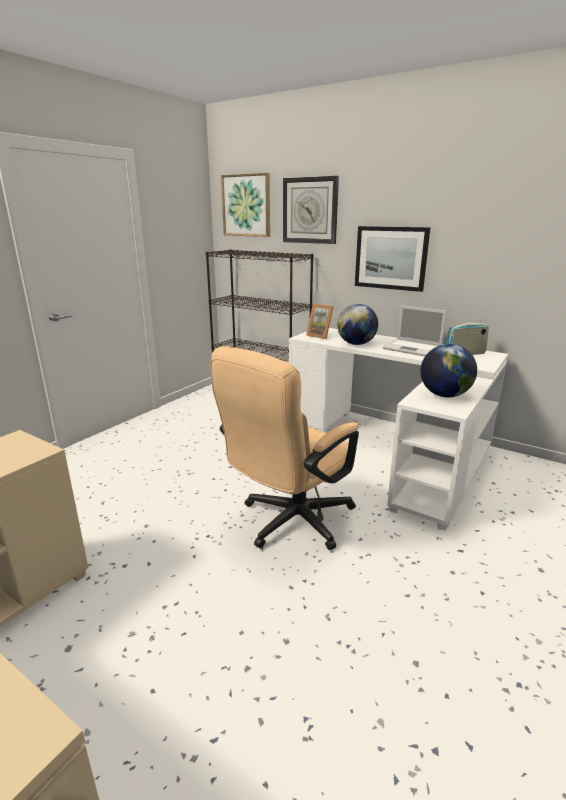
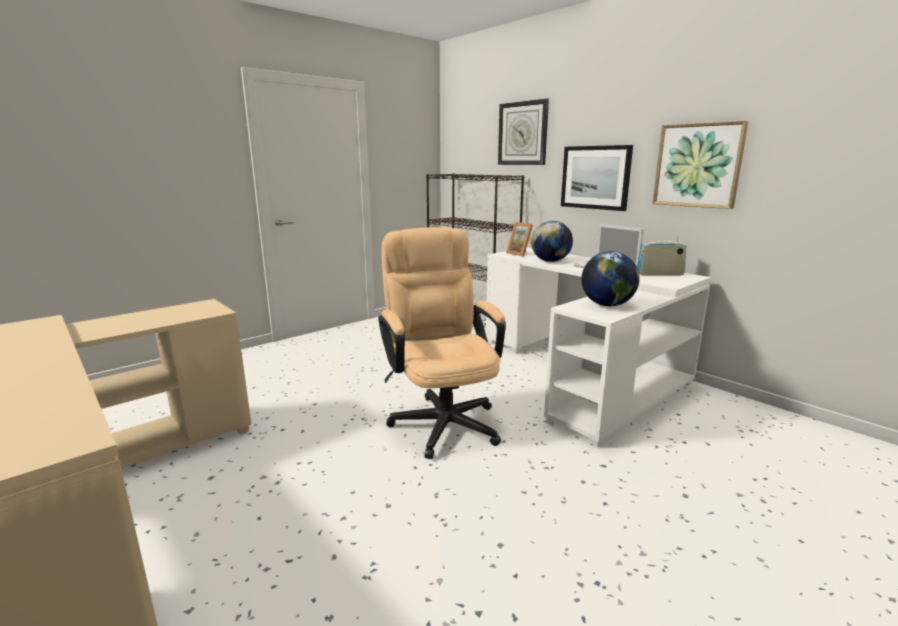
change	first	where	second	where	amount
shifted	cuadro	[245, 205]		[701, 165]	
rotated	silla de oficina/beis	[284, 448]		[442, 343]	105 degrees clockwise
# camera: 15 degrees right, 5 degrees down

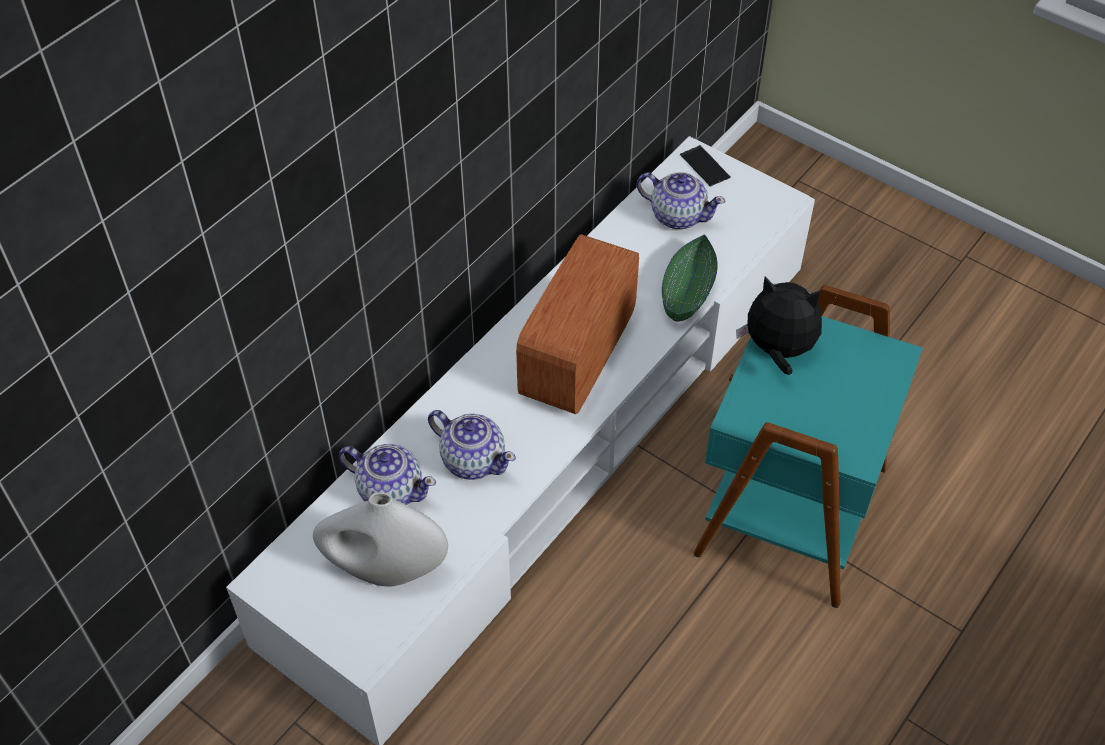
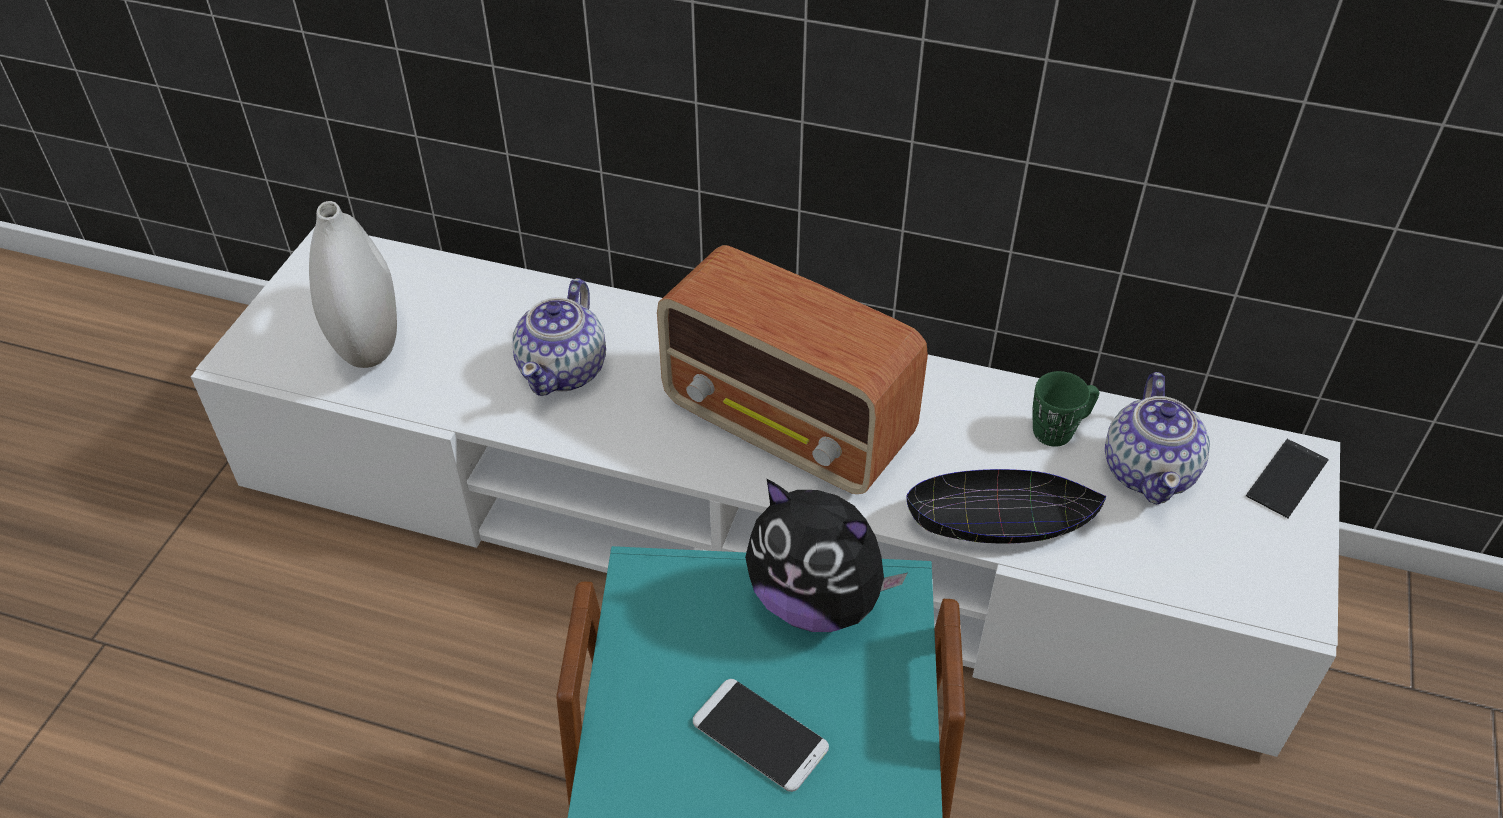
change	first	where	second	where	amount
rotated	radio	[577, 324]		[792, 369]	150 degrees counterclockwise
repainted	cuenco/verde	[690, 278]	cuenco/negro	[1006, 506]	
rotated	peluche	[779, 325]		[826, 555]	120 degrees clockwise
gone	tetera	[387, 474]			
new			taza grande/verde	[1066, 409]	
new			móvil	[761, 735]	
# camera: 70 degrees right, 5 degrees down

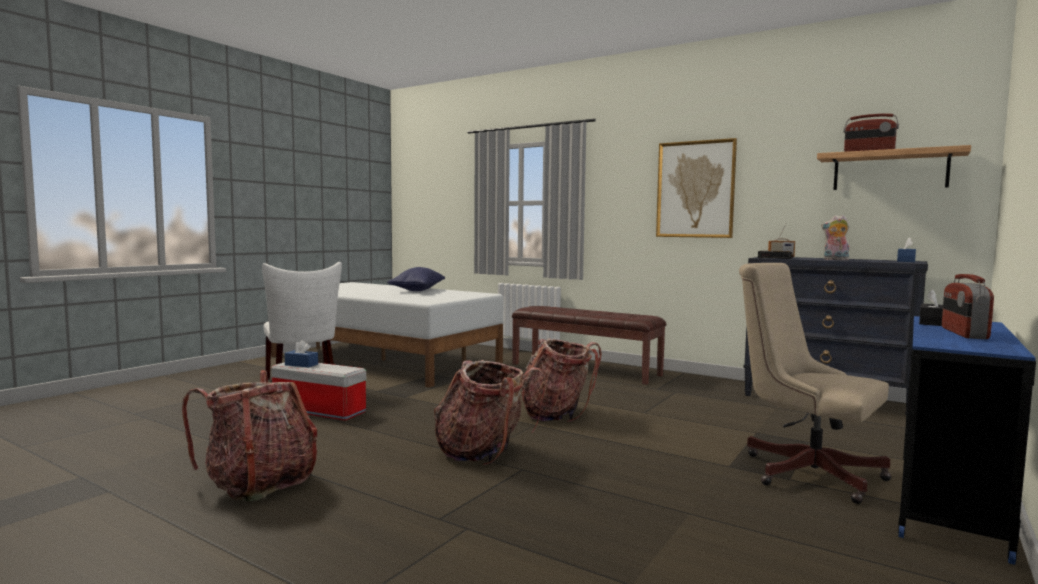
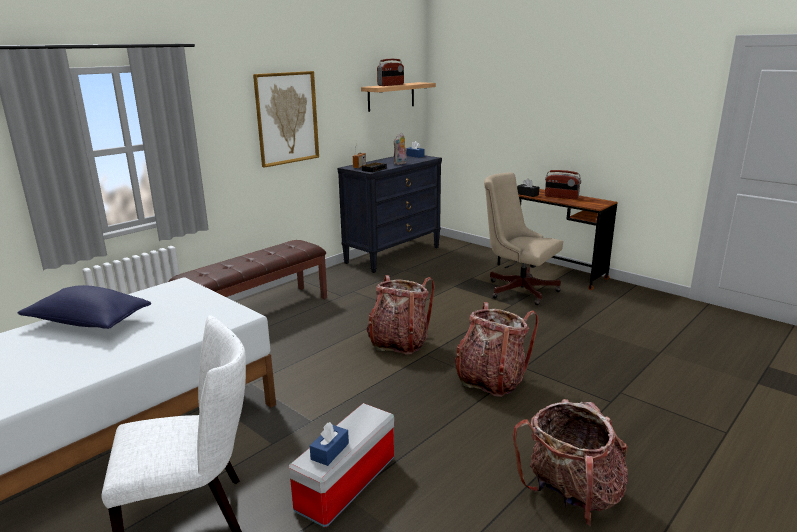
change	first	where	second	where	amount
rotated	silla de oficina/beis	[815, 383]		[523, 238]	75 degrees clockwise
repainted	escritorio/azul	[967, 440]	escritorio/marrón	[558, 239]	
# camera: 80 degrees left, 15 degrees up

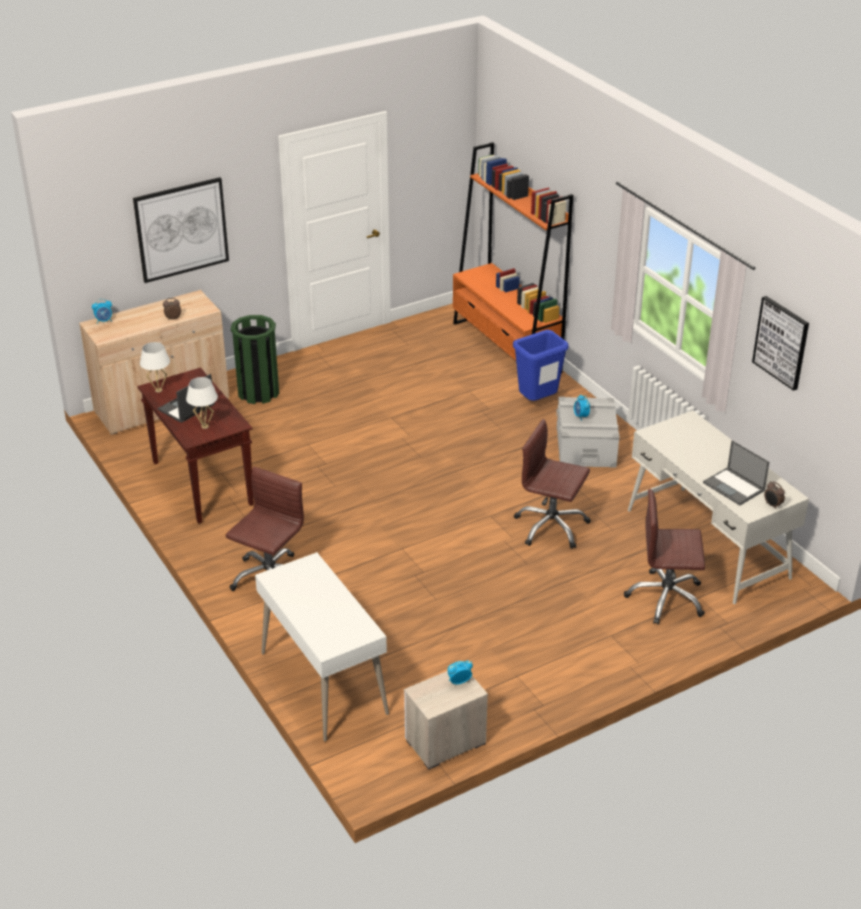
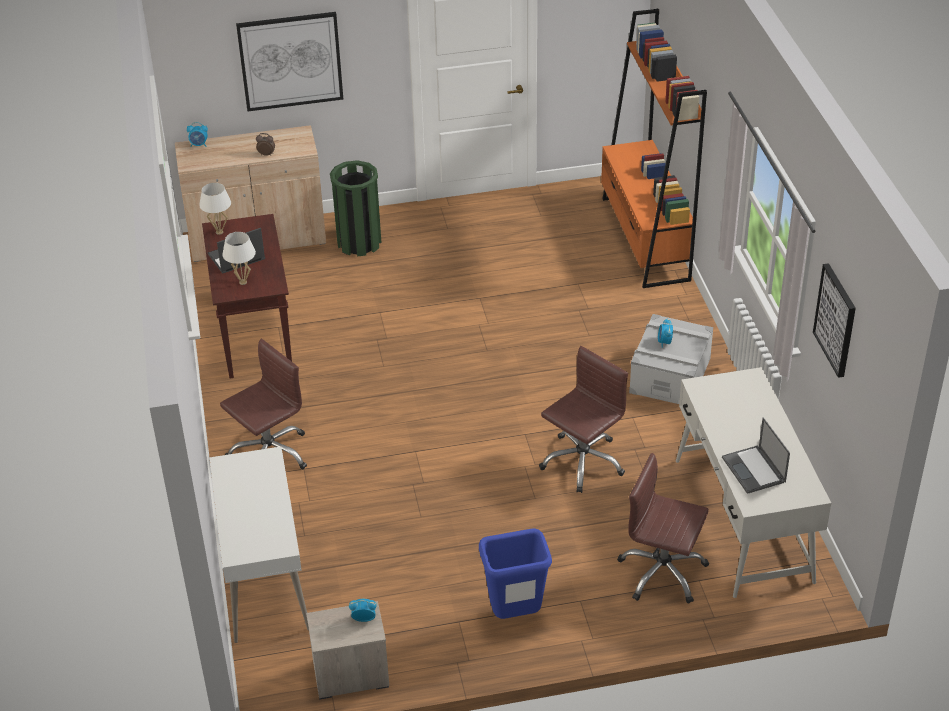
change	first	where	second	where	amount
shifted	papelera/azul	[541, 365]		[515, 573]	
rotated	silla de oficina/marrón	[552, 484]		[583, 419]	90 degrees clockwise
gone	despertador	[774, 495]			
# camera: 20 degrees right, 5 degrees up

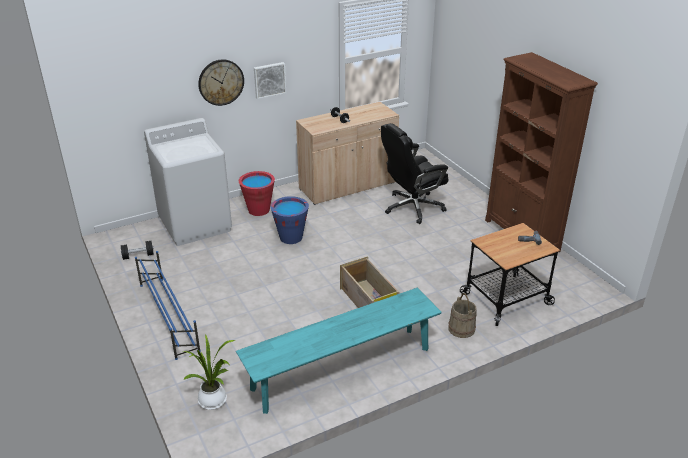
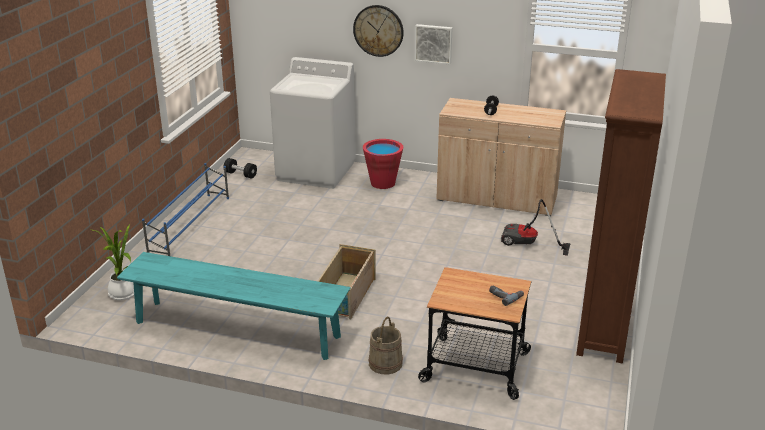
change	first	where	second	where	amount
swapped	silla de oficina/negro	[414, 173]	aspiradora	[535, 227]	
gone	cubo/azul	[290, 220]			
# camera: 45 degrees right, 5 degrees down

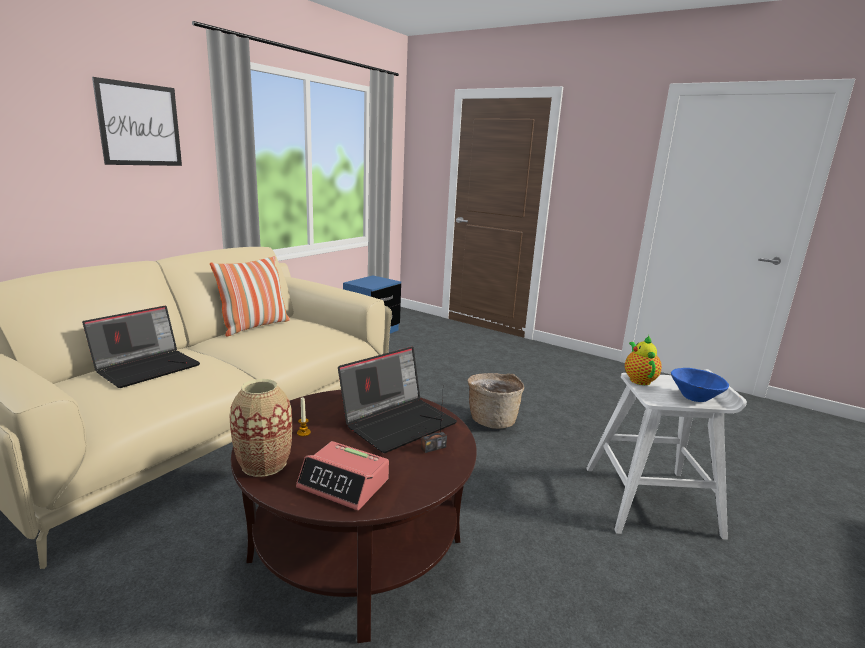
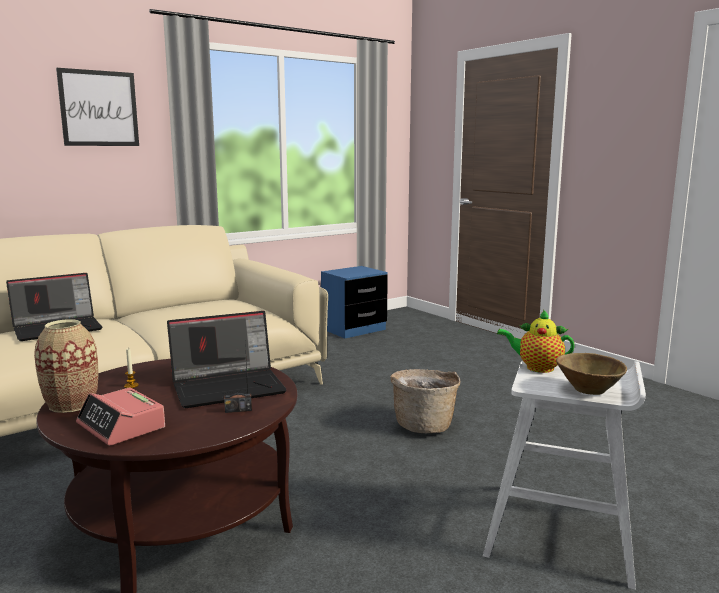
change	first	where	second	where	amount
gone	cojín	[250, 296]			
rotated	tetera	[643, 360]		[536, 341]	90 degrees counterclockwise
repainted	cuenco/azul	[700, 385]	cuenco/marrón	[591, 374]	
# camera: 20 degrees right, 5 degrees down

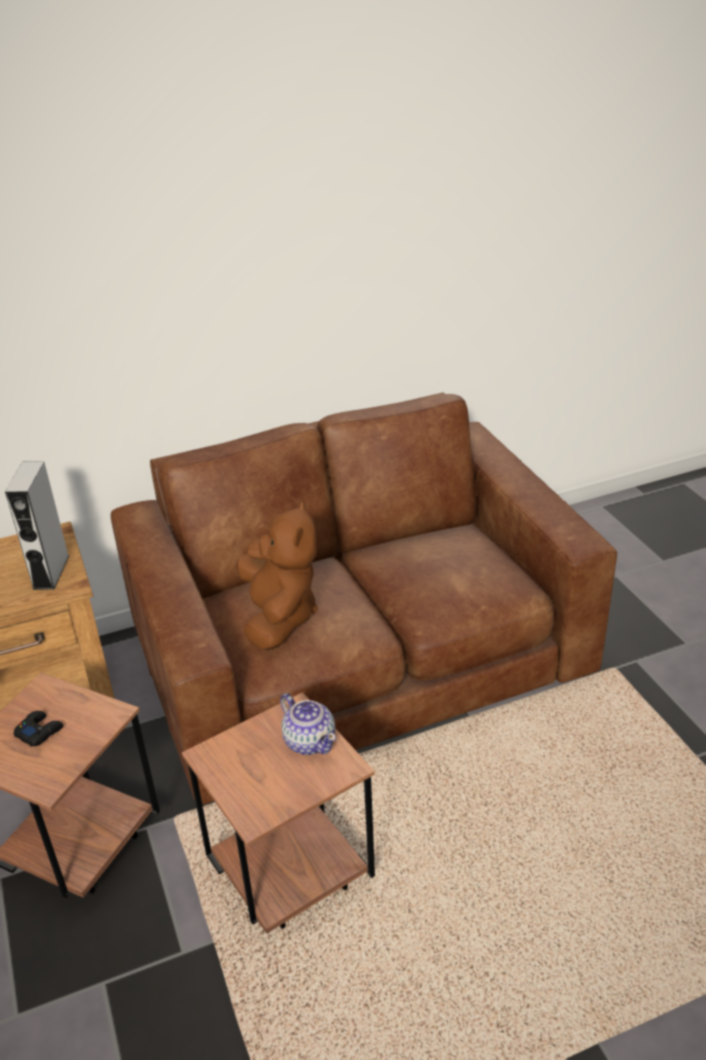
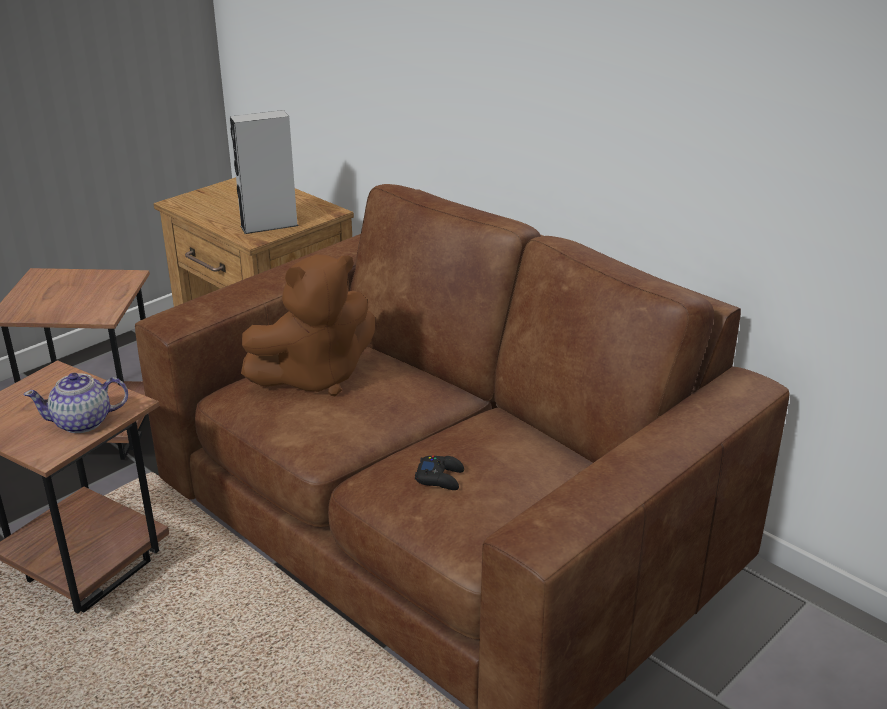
change	first	where	second	where	amount
rotated	tetera	[308, 724]		[75, 403]	45 degrees clockwise
shifted	mando de consola/negro	[38, 729]		[439, 473]	
# camera: 65 degrees right, 5 degrees down

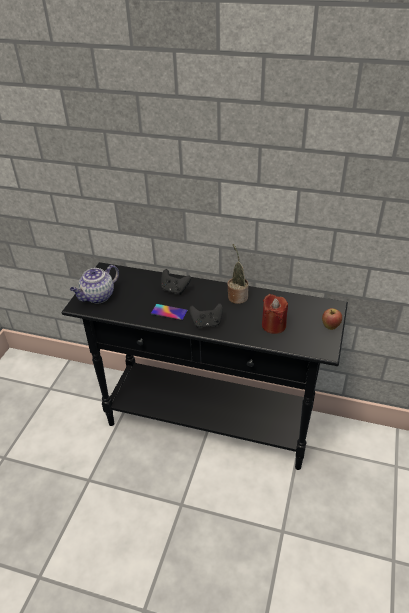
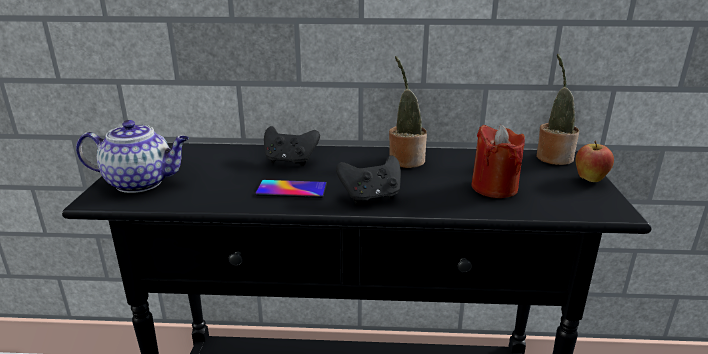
change	first	where	second	where	amount
rotated	tetera	[94, 284]		[132, 156]	120 degrees counterclockwise
new			planta en maceta	[557, 109]	
# camera: 15 degrees left, 15 degrees down

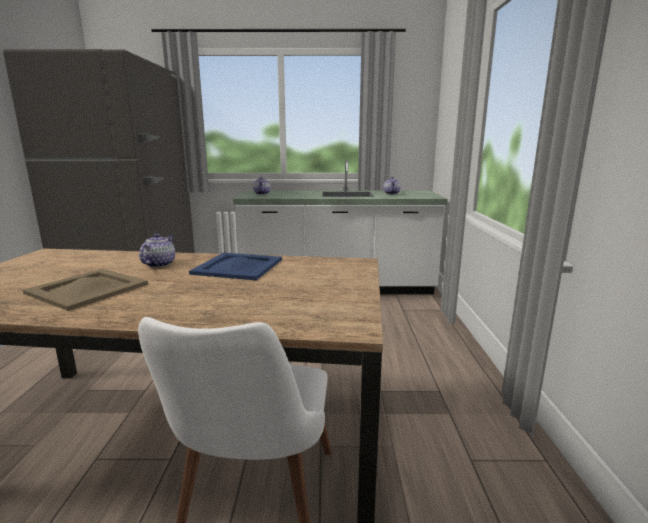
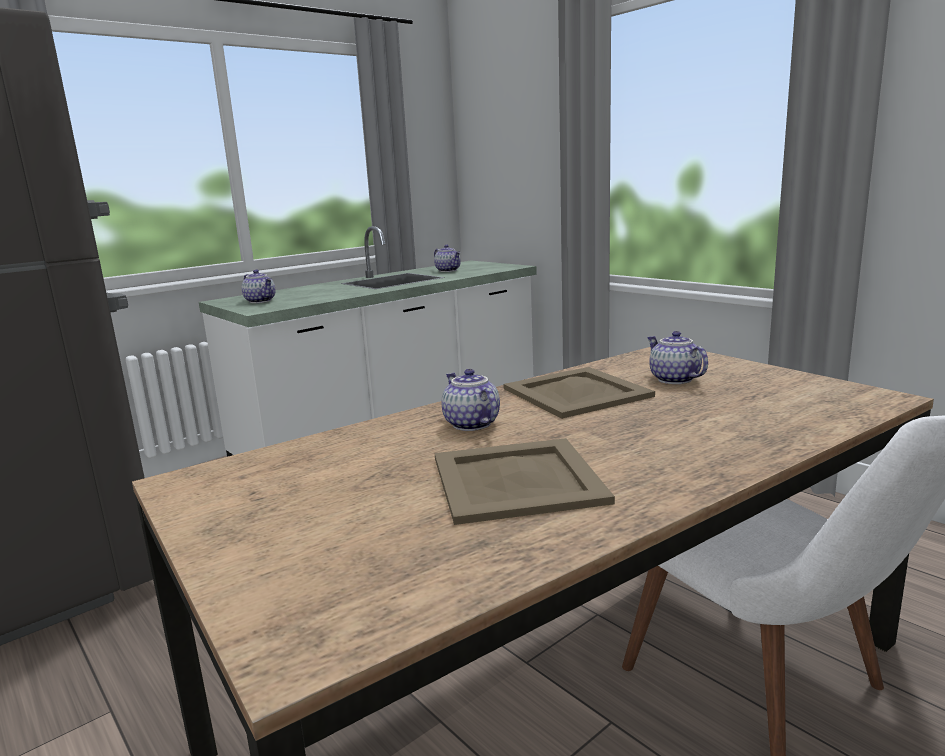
change	first	where	second	where	amount
repainted	bandeja/azul	[235, 266]	bandeja/beis	[579, 393]	
new			tetera	[677, 357]	
# camera: 40 degrees left, 0 degrees up

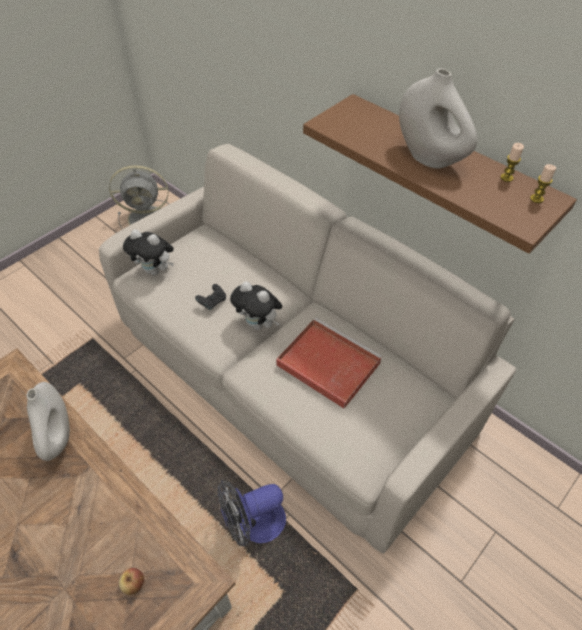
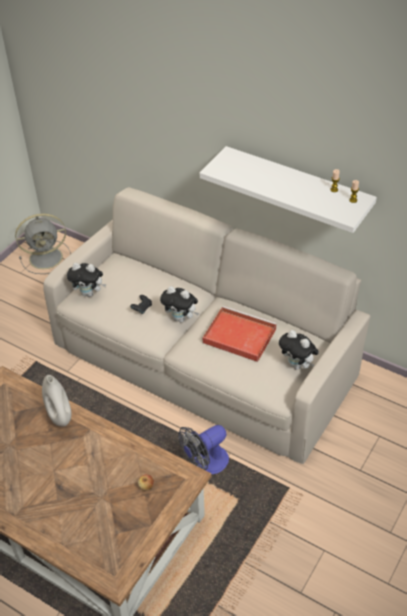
change	first	where	second	where	amount
gone	florero/blanco	[438, 118]			
repainted	estante/marrón	[440, 174]	estante/blanco	[288, 189]	
new			peluche	[299, 350]	
# camera: 10 degrees left, 5 degrees down

